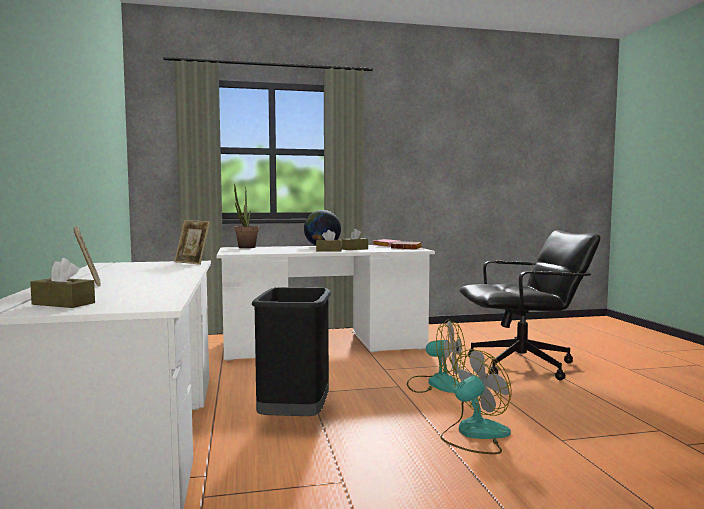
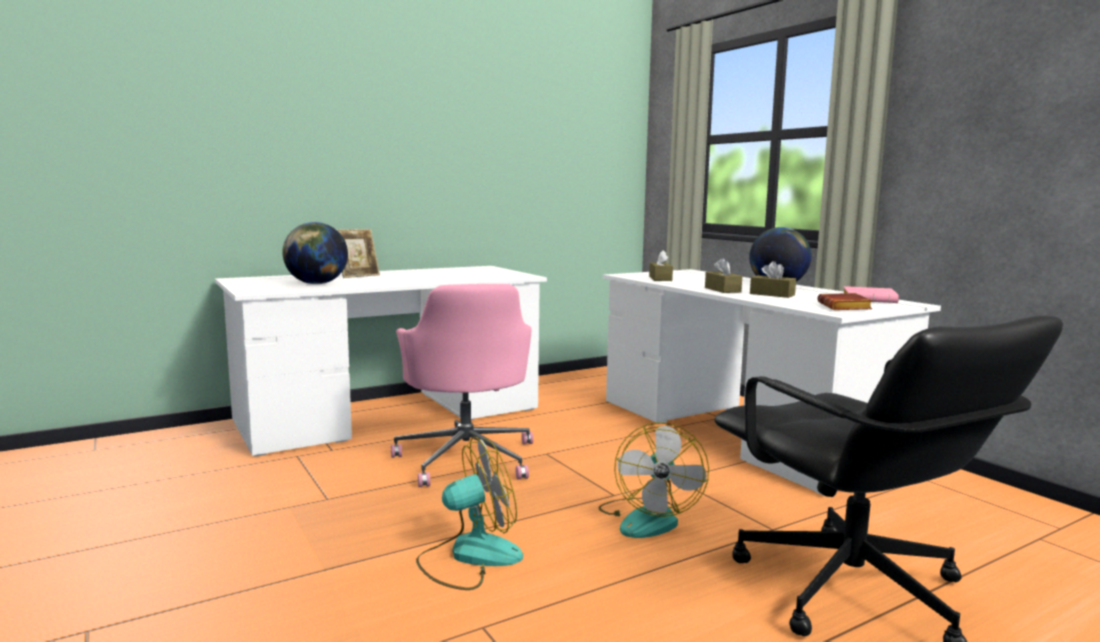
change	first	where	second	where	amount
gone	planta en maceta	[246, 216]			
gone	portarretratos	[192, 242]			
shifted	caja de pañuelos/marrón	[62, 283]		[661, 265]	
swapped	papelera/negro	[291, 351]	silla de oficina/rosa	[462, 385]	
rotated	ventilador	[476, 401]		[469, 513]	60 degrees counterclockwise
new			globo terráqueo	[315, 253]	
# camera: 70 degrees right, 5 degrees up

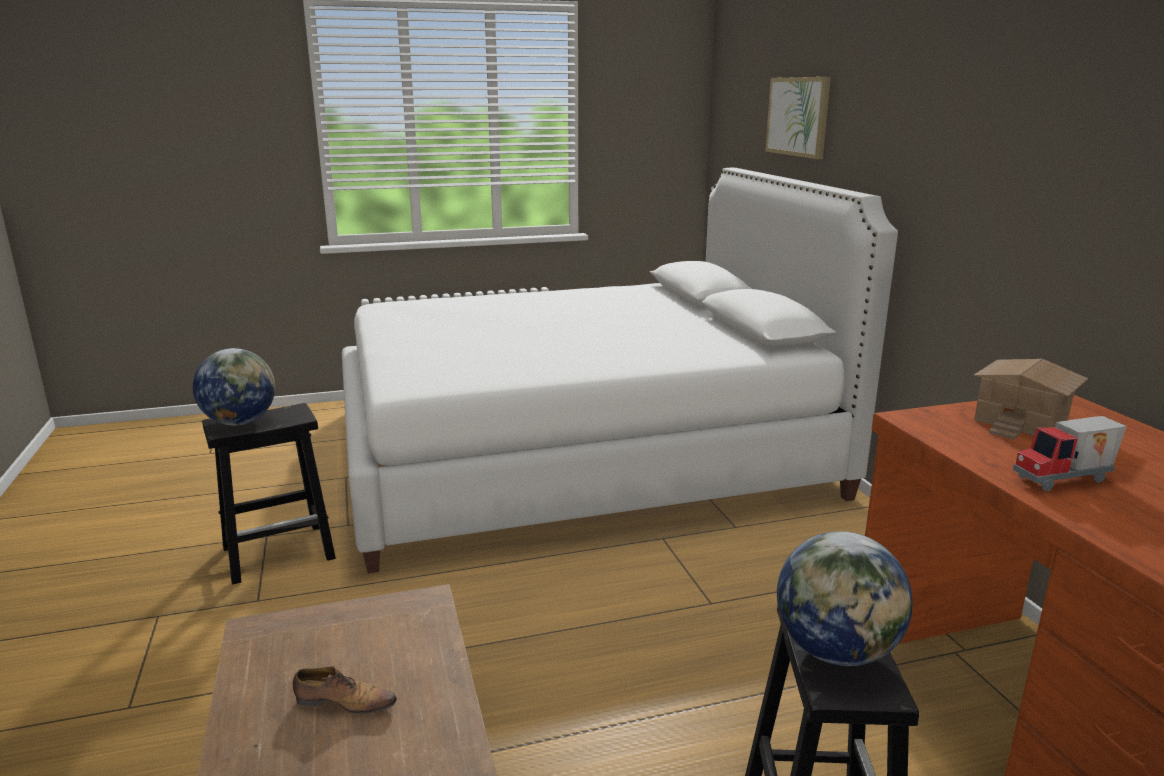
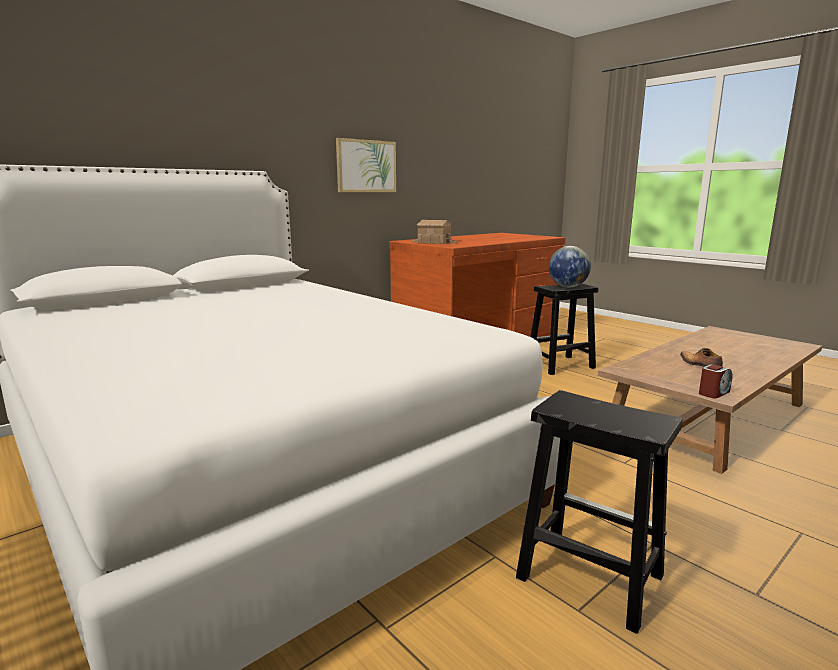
change	first	where	second	where	amount
shifted	cuadro	[798, 118]		[366, 165]	
gone	globo terráqueo	[234, 386]			
gone	camión de juguete	[1069, 453]			
new			despertador	[716, 381]	
# camera: 115 degrees left, 5 degrees down

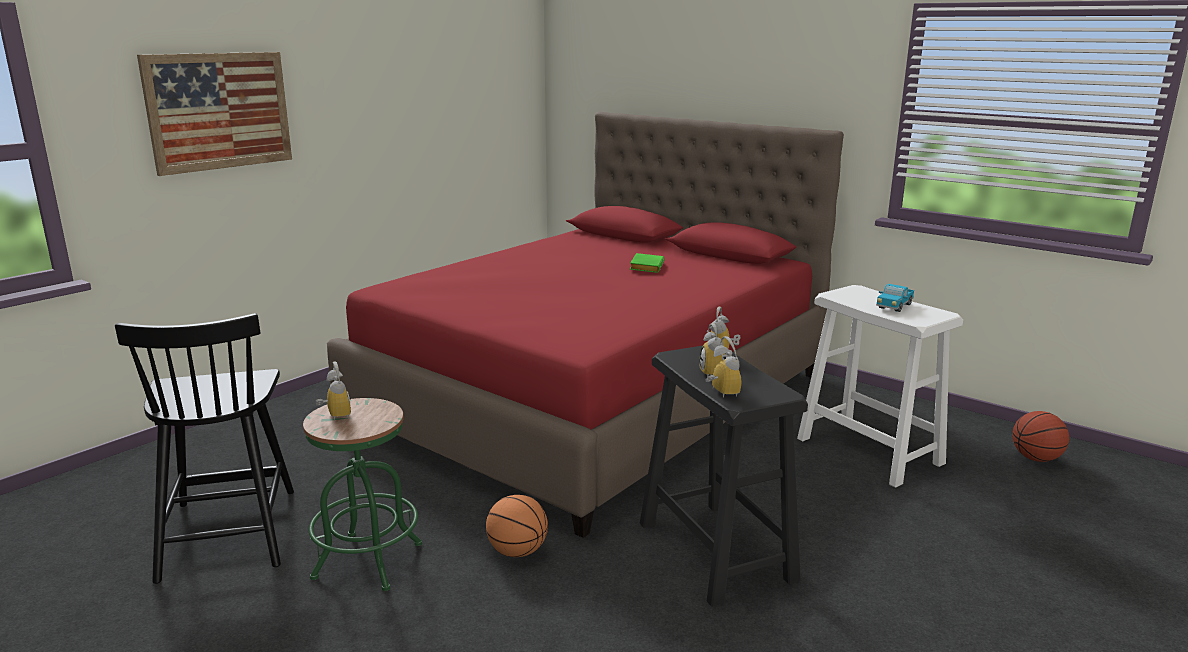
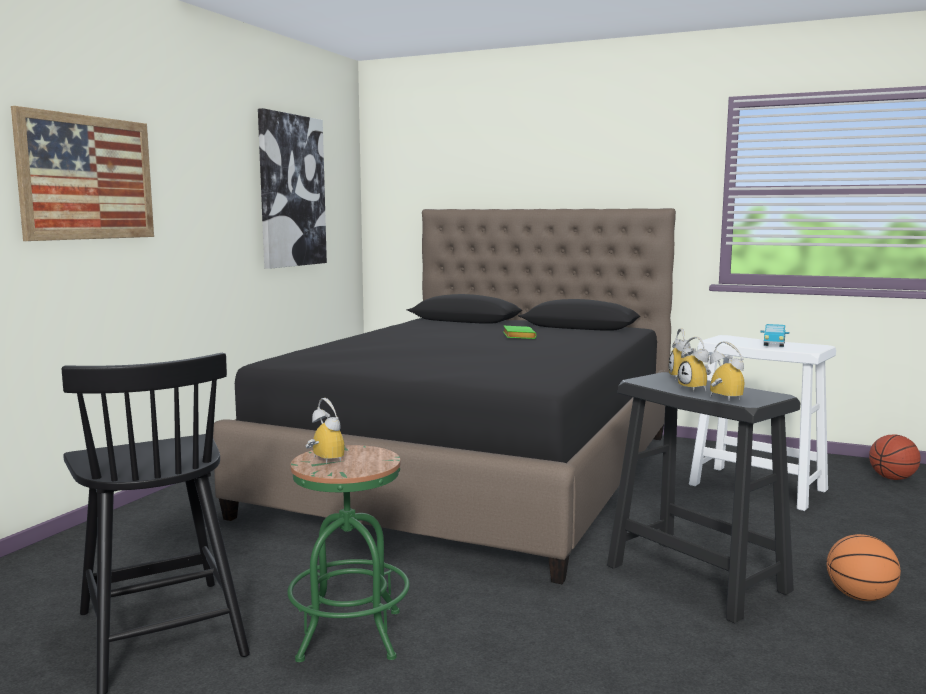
change	first	where	second	where	amount
repainted	cama/rojo	[585, 325]	cama/negro	[444, 396]	
shifted	balón de baloncesto	[517, 526]		[863, 567]	
new			cuadro	[292, 188]	
# camera: 15 degrees left, 10 degrees down

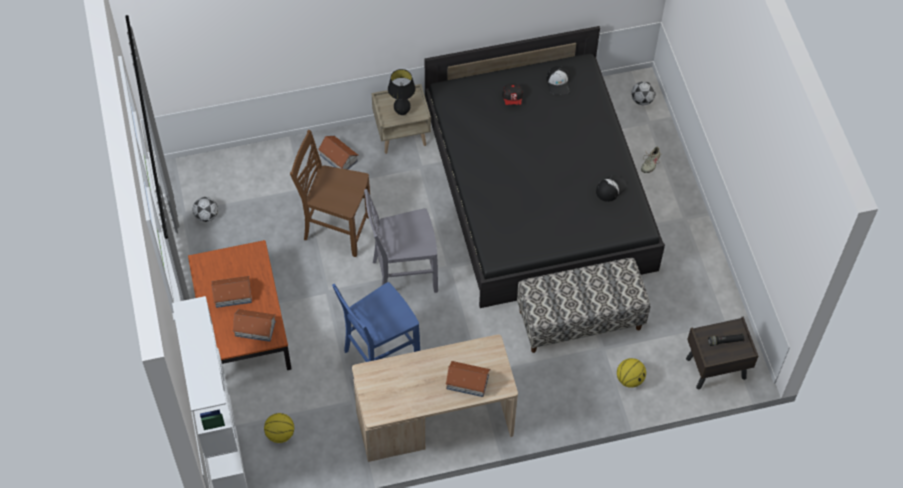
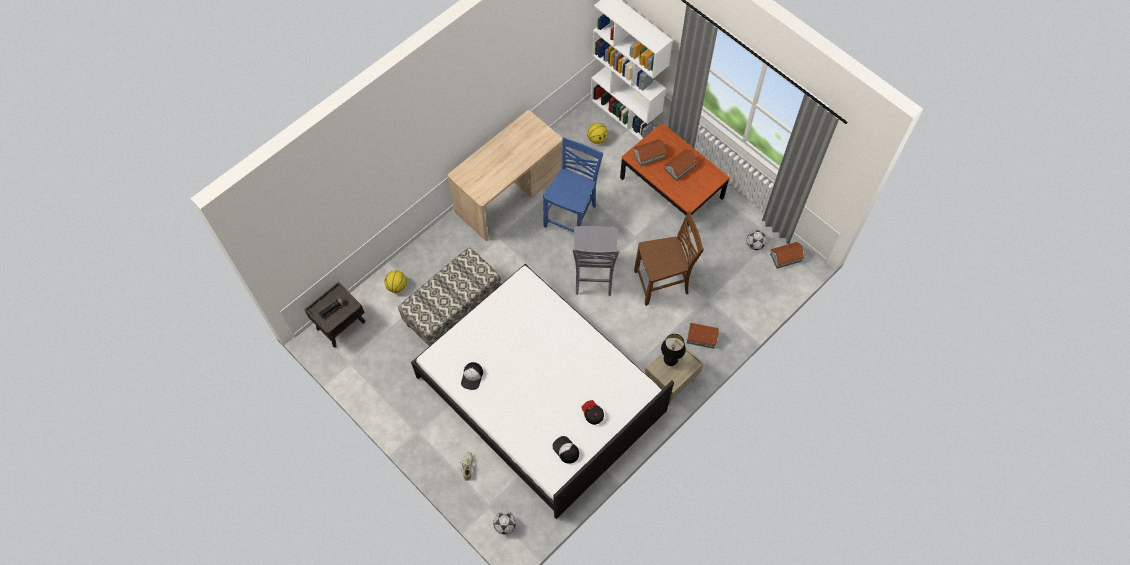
change	first	where	second	where	amount
repainted	cama/negro	[545, 167]	cama/blanco	[542, 391]	
rotated	silla/gris	[401, 241]		[596, 261]	135 degrees clockwise
shifted	casita	[468, 379]		[787, 255]	
# camera: 150 degrees right, 5 degrees up

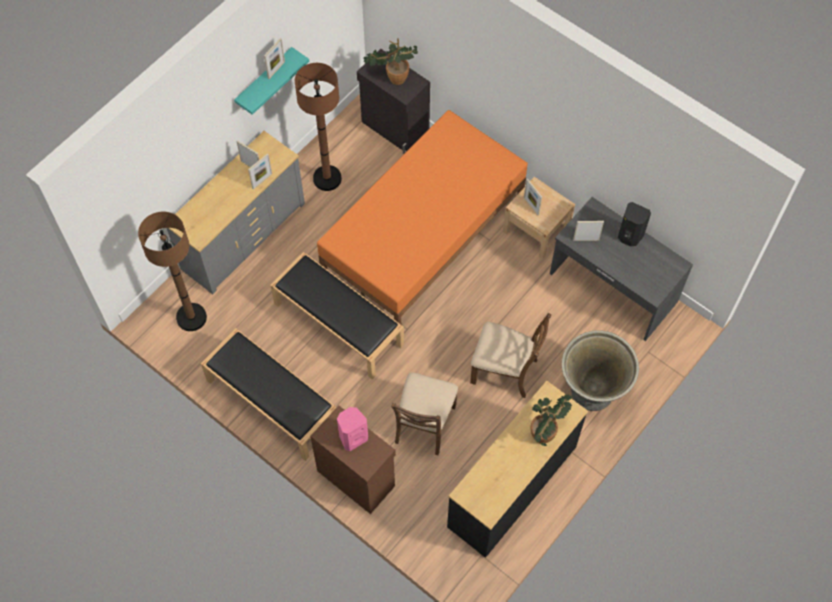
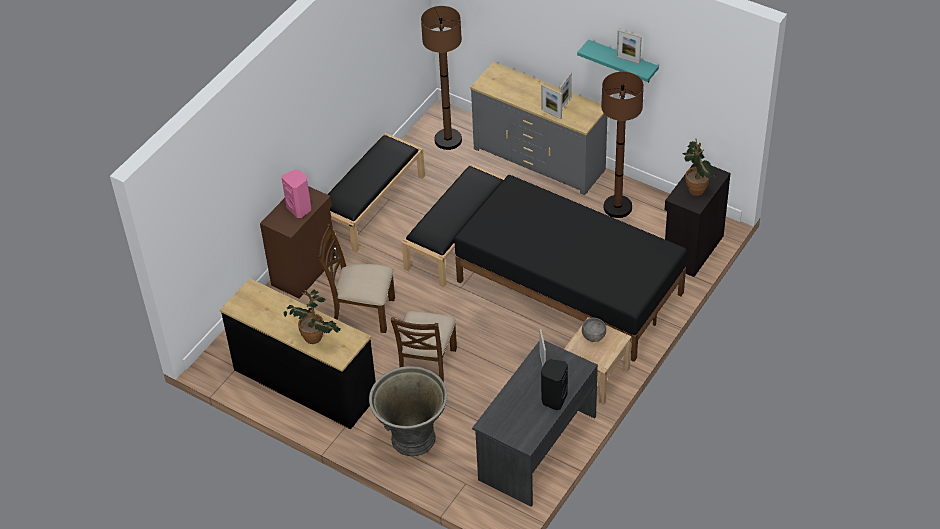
change	first	where	second	where	amount
repainted	cama/naranja	[422, 217]	cama/negro	[570, 268]	
swapped	portarretratos	[533, 197]	cuenco/gris	[594, 330]	
# camera: 85 degrees right, 15 degrees down

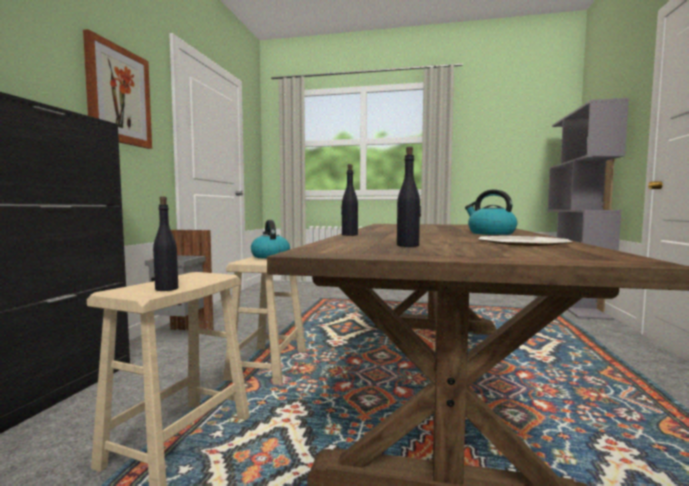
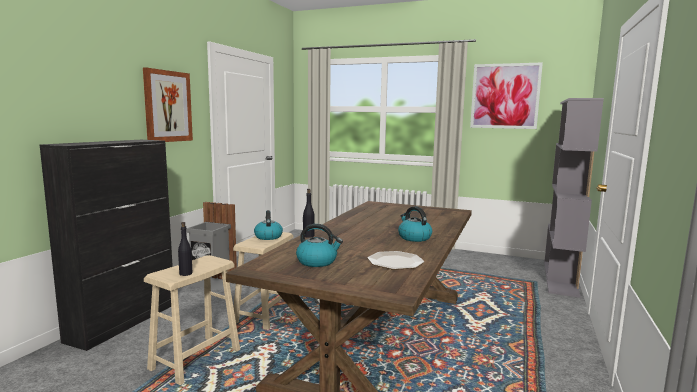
change	first	where	second	where	amount
swapped	botella/negro	[409, 196]	hervidor	[319, 245]	
new			cuadro	[506, 95]	
# camera: 10 degrees right, 5 degrees up

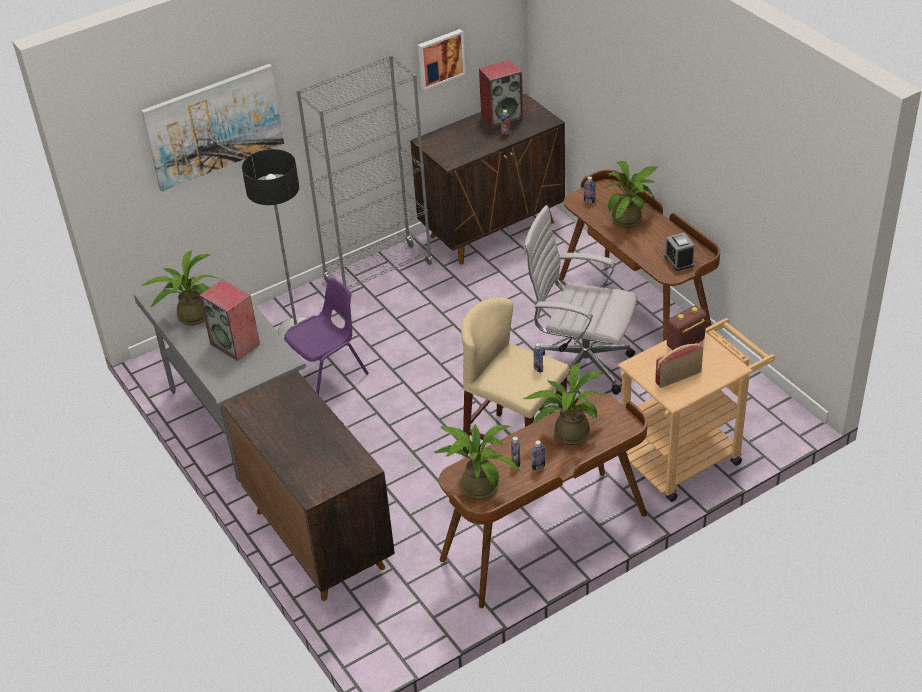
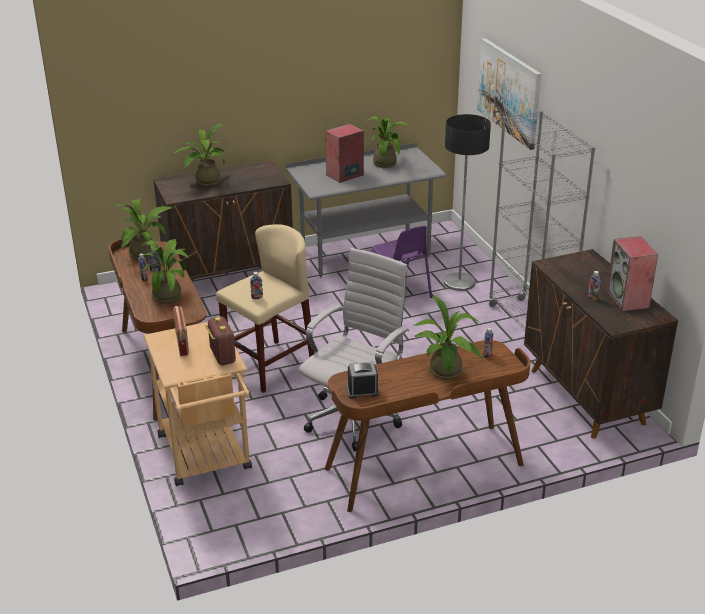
change	first	where	second	where	amount
gone	cuadro	[442, 59]			
new			planta en maceta	[198, 155]	
# camera: 100 degrees right, 10 degrees down

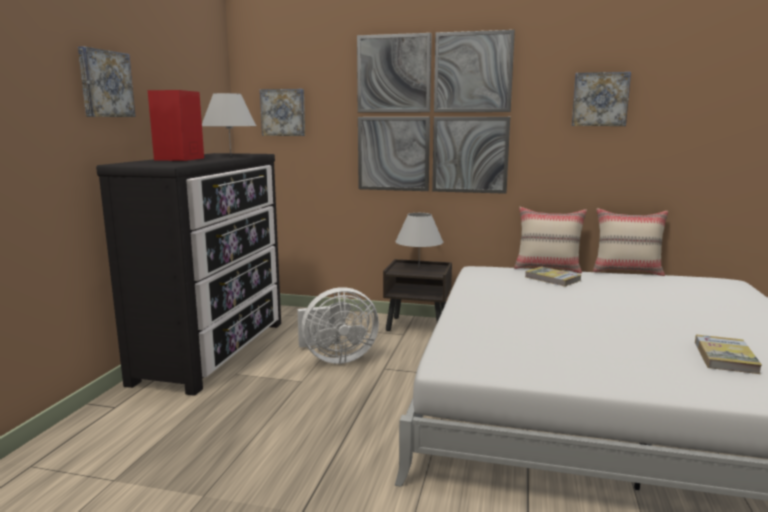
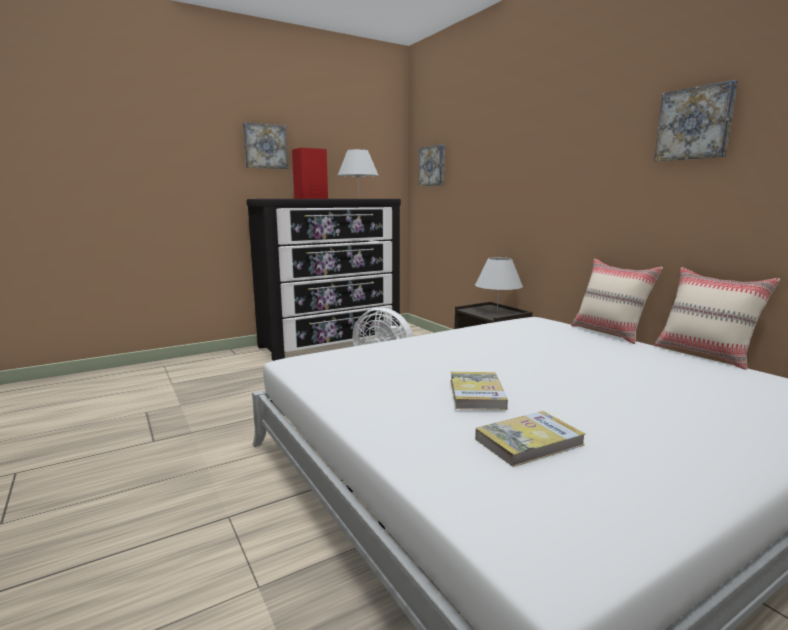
change	first	where	second	where	amount
gone	cuadro	[436, 112]			
shifted	libro	[553, 277]		[479, 391]	
# camera: 45 degrees right, 0 degrees up

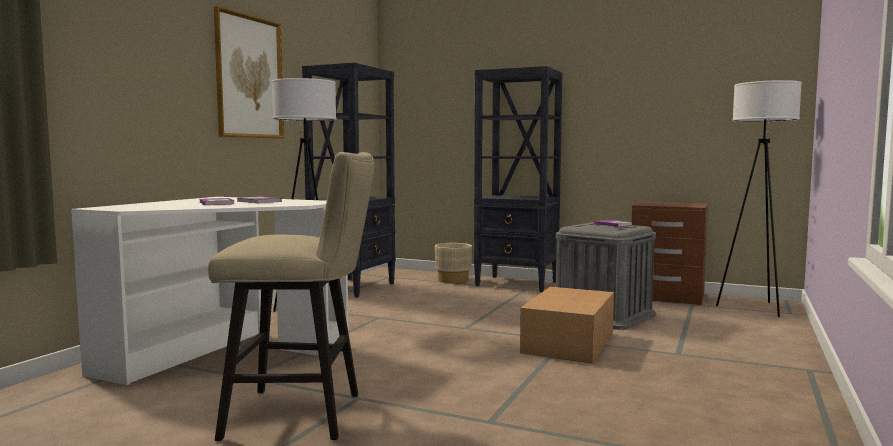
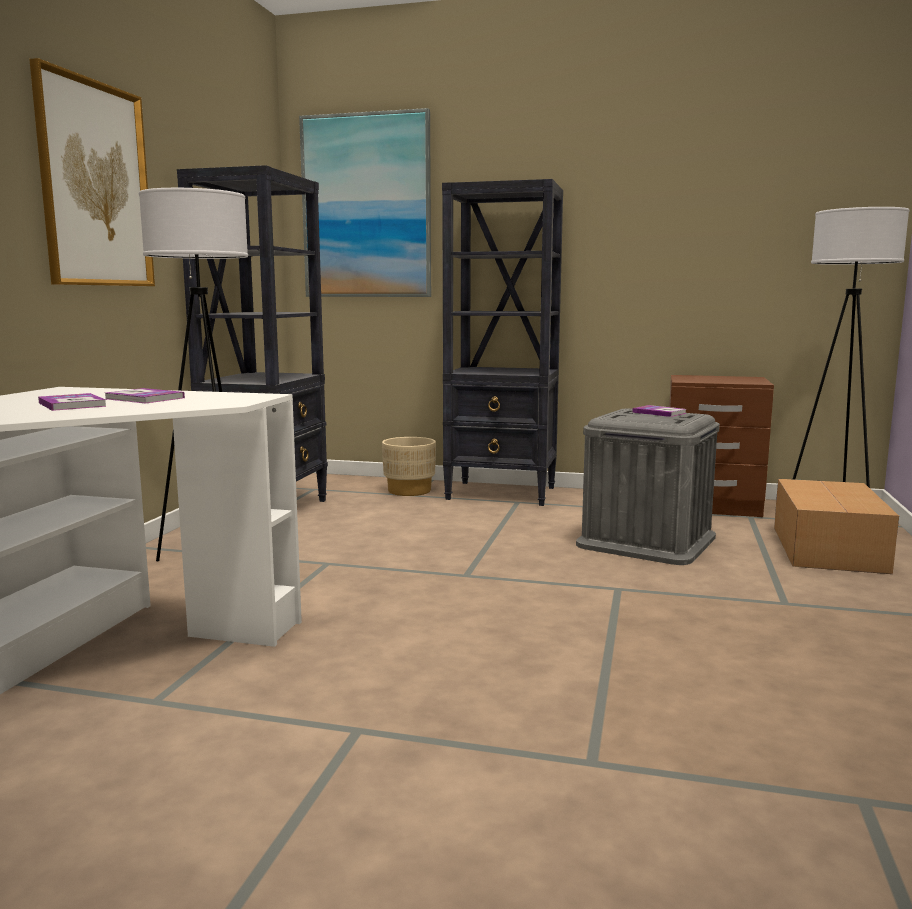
change	first	where	second	where	amount
gone	taburete/beis	[291, 296]			
shifted	caja de cartón	[567, 325]		[836, 526]	
new			cuadro	[365, 202]	
# camera: 10 degrees left, 5 degrees up

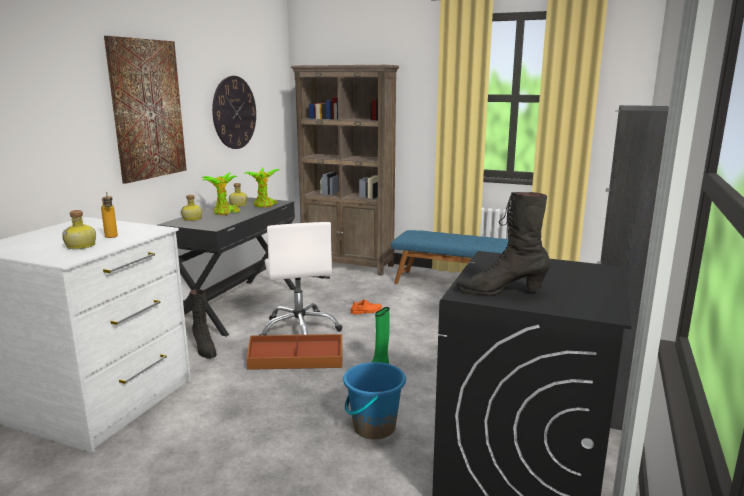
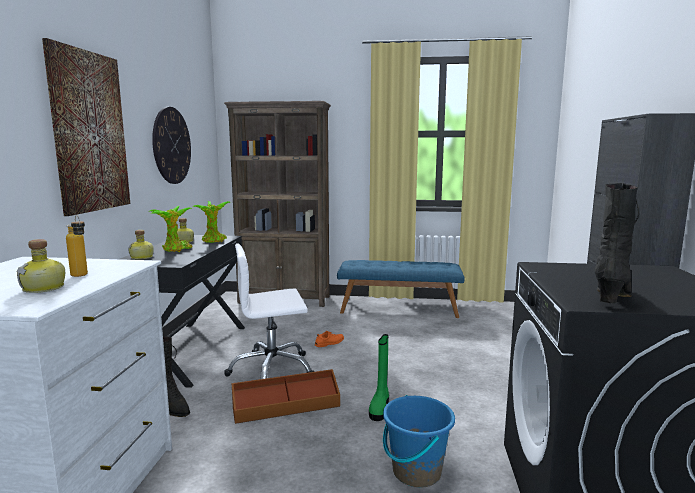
change	first	where	second	where	amount
rotated	bota/negro	[503, 243]		[617, 243]	135 degrees clockwise
rotated	silla de oficina/blanco	[301, 278]		[269, 311]	105 degrees clockwise
# camera: 15 degrees left, 5 degrees down

